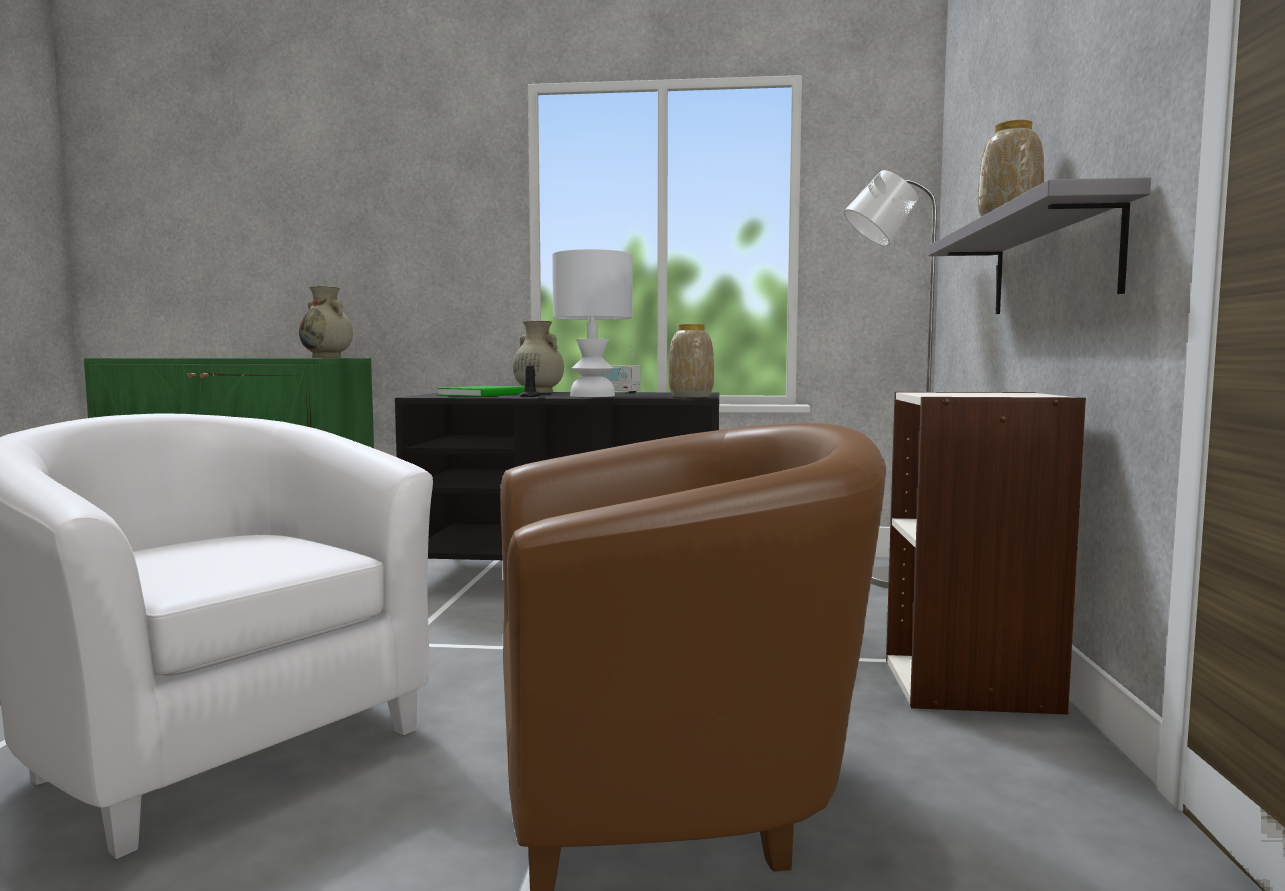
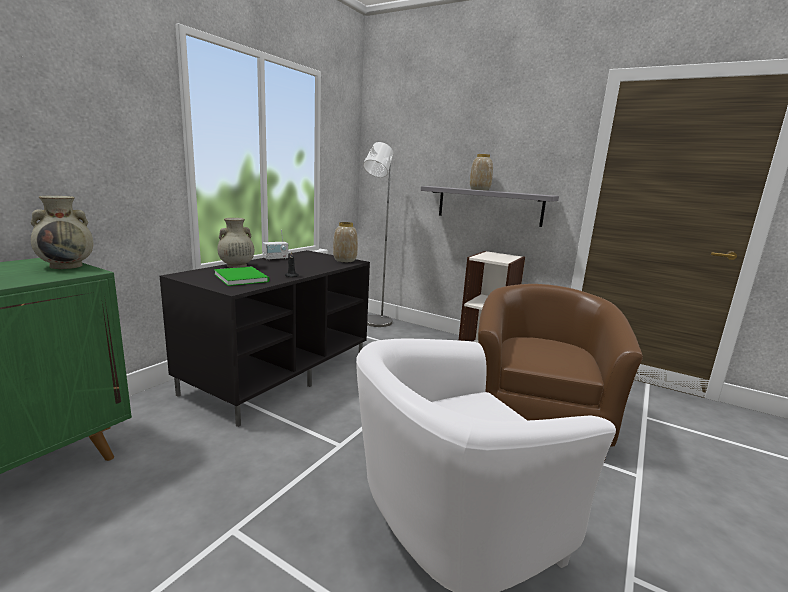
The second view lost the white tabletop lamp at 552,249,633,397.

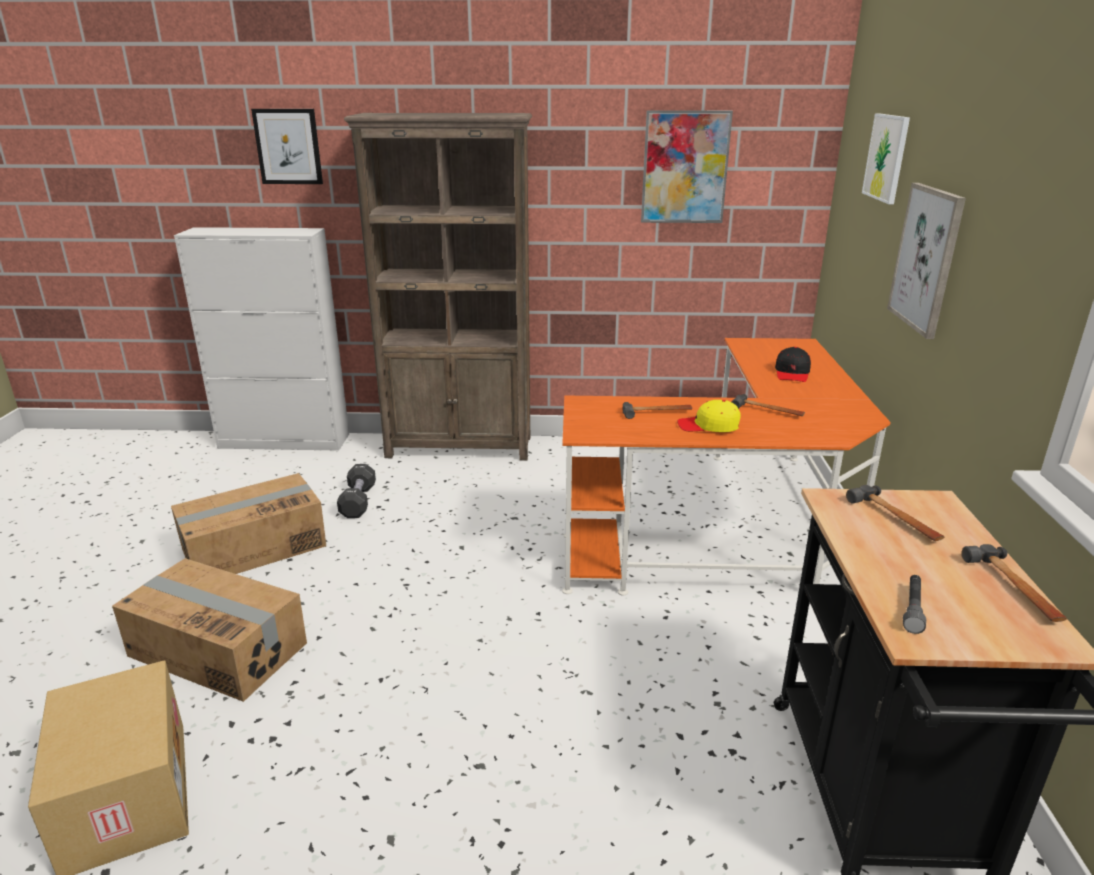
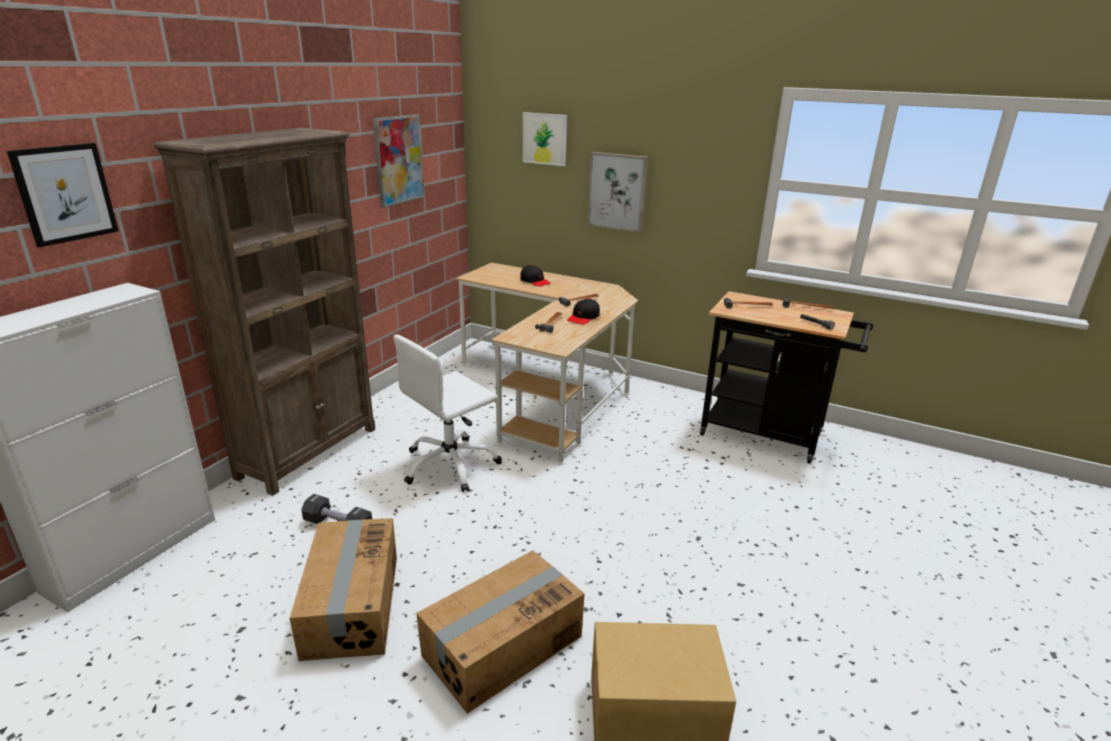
What was the orange desk unit at 562,338,891,596 turned into the sand-coloured desk unit at 456,263,638,465.
What was the yellow-coloured baseball cap at 678,400,741,432 turned into the blackish baseball cap at 567,298,600,325.
The second view gained the white computer chair at 393,335,502,492.

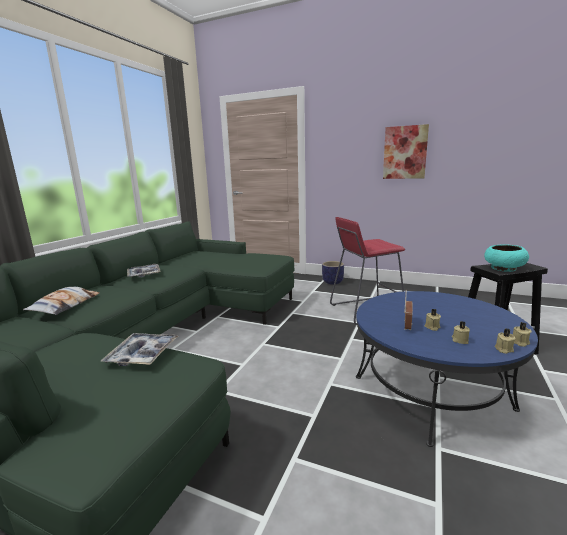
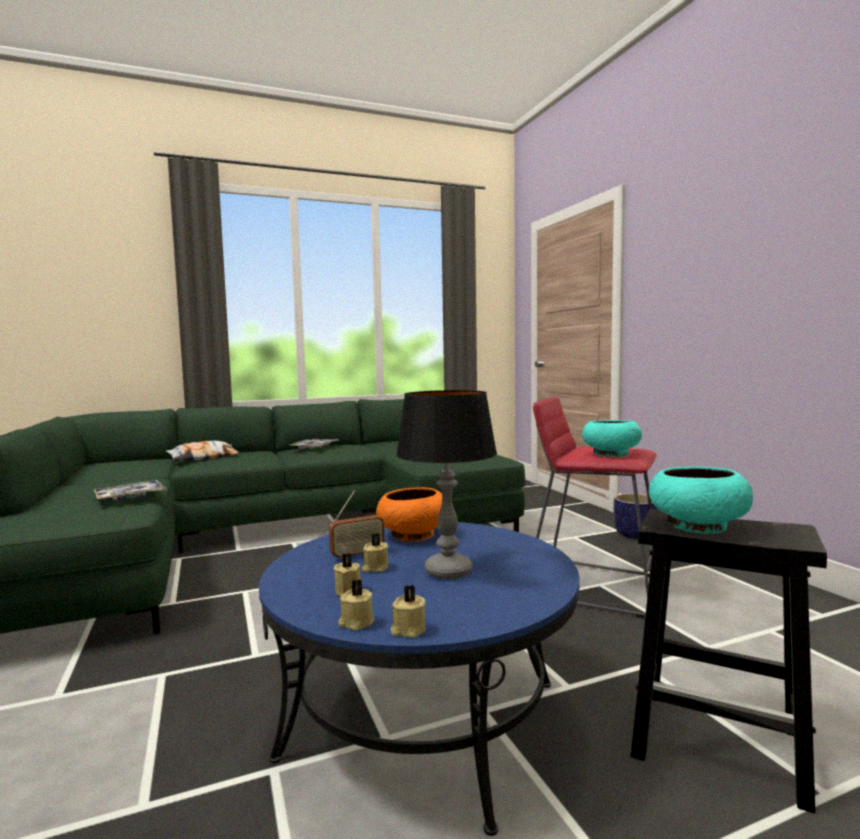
The second view lost the picture at 383,124,429,179.
The second view gained the orange deep dish at 376,487,442,542.
The second view gained the tabletop lamp at 396,390,497,579.
The second view gained the blue-green deep dish at 582,420,642,457.

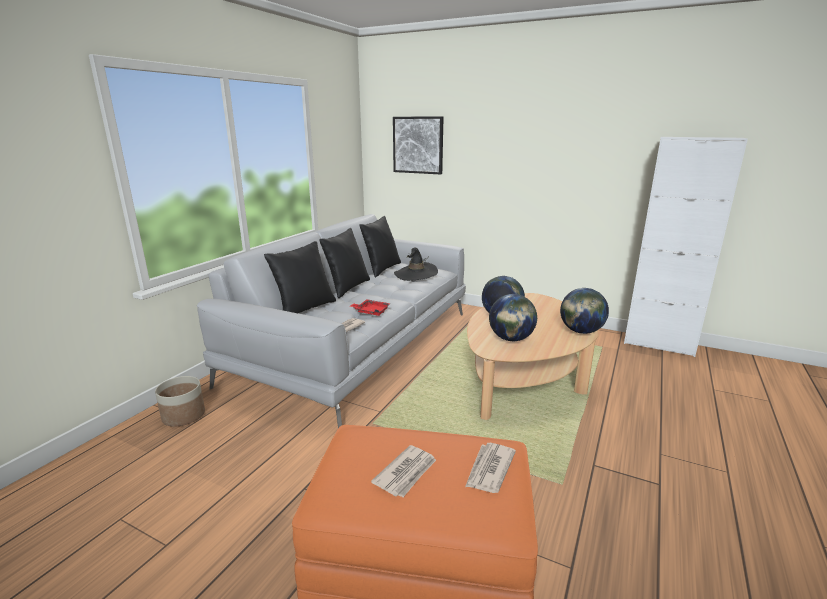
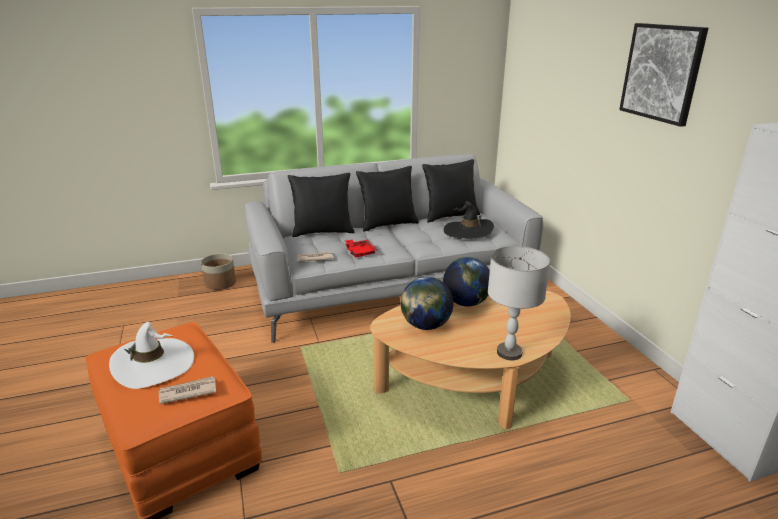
Where the newspaper stood at 371,445,436,497, the white clothing hat came to stand at 109,322,194,389.
The picture ended up elsewhere, having gone from 393,116,444,174 to 619,23,708,127.
Where the world globe stood at 560,288,609,334, the gray tabletop lamp came to stand at 488,246,550,360.

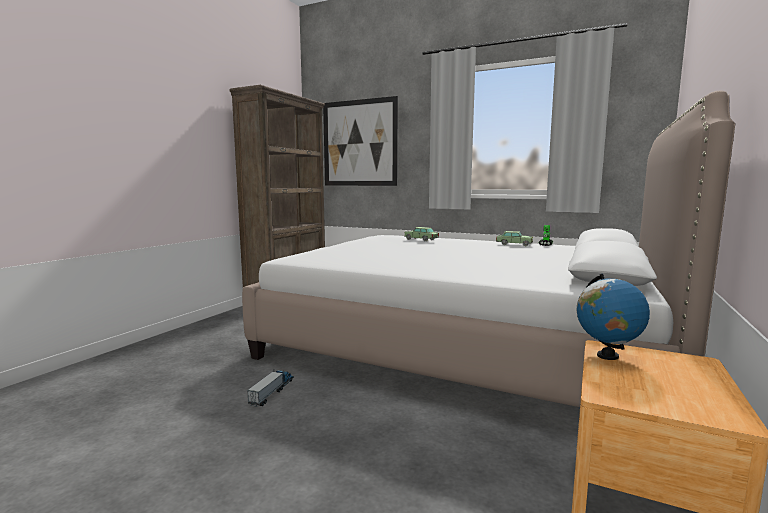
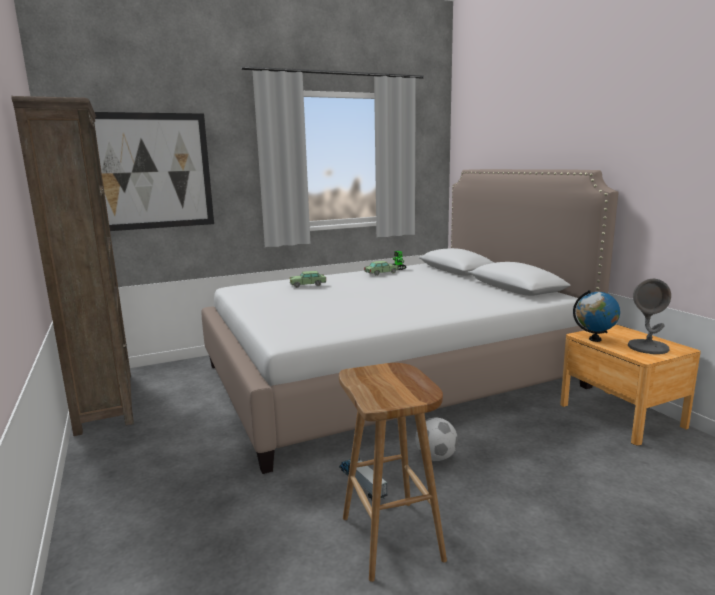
The second view gained the brown sitting stool at 339,363,447,582.
The second view gained the football at 415,418,458,461.
The second view gained the gray tabletop lamp at 628,279,671,354.

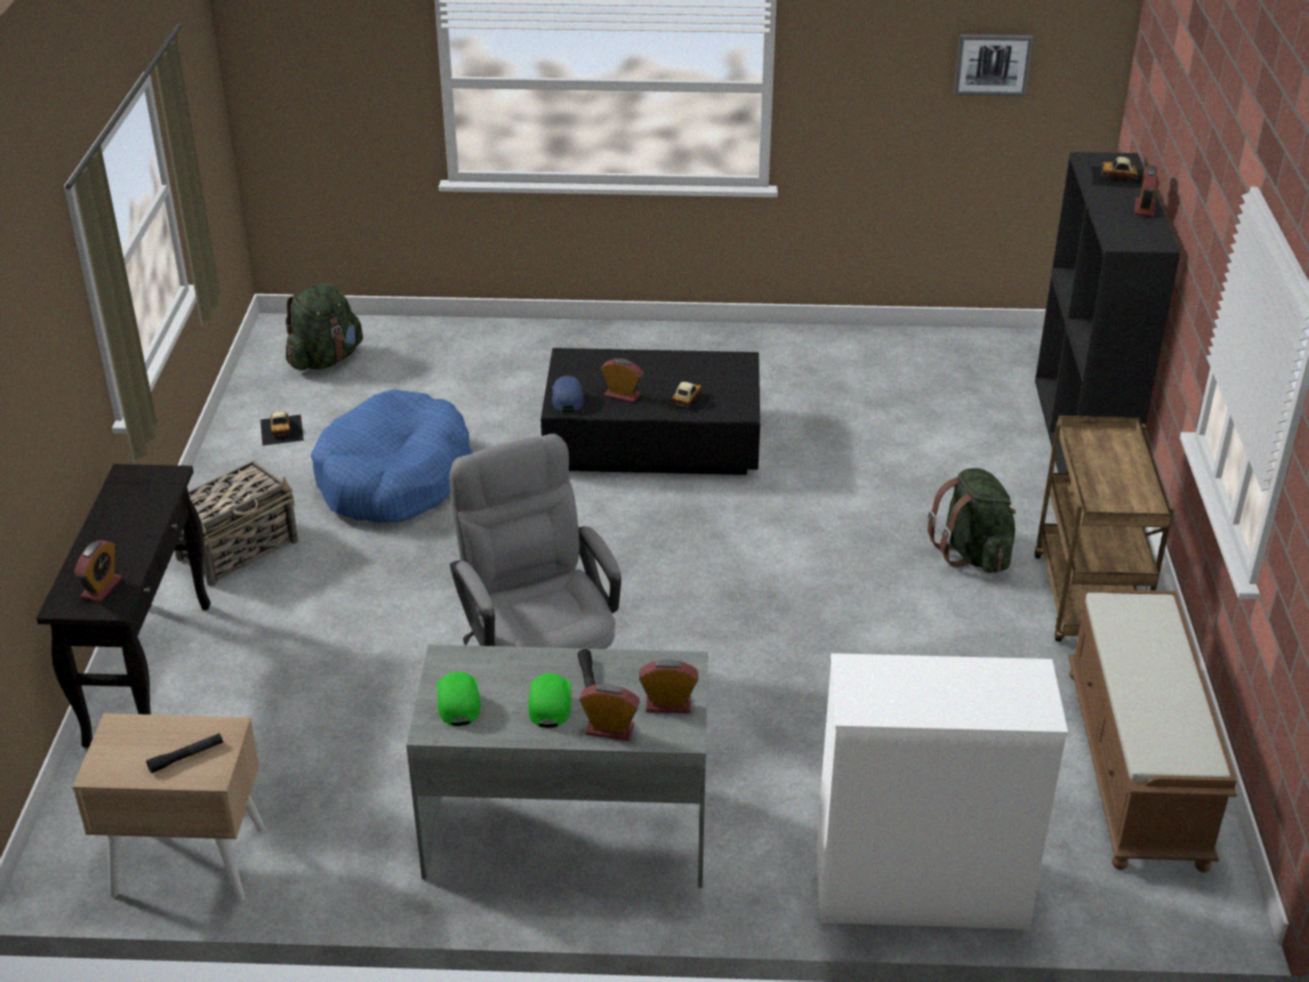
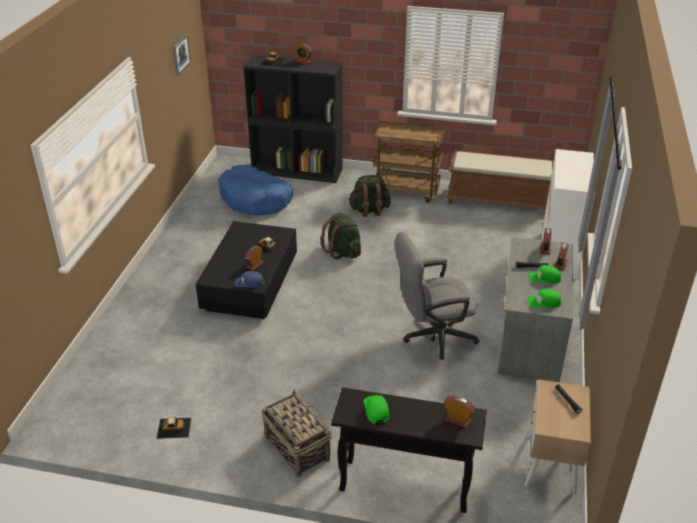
The green-coloured rucksack ended up elsewhere, having gone from 285,283,363,370 to 320,213,361,259.
The bluish dog bed ended up elsewhere, having gone from 311,389,472,523 to 218,165,293,216.
The second view gained the green-coloured baseball cap at 364,395,389,425.

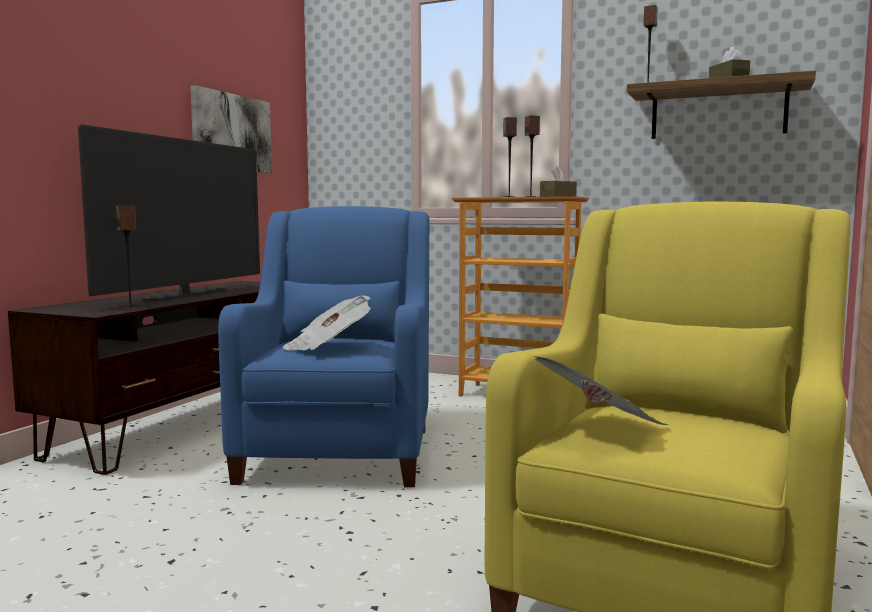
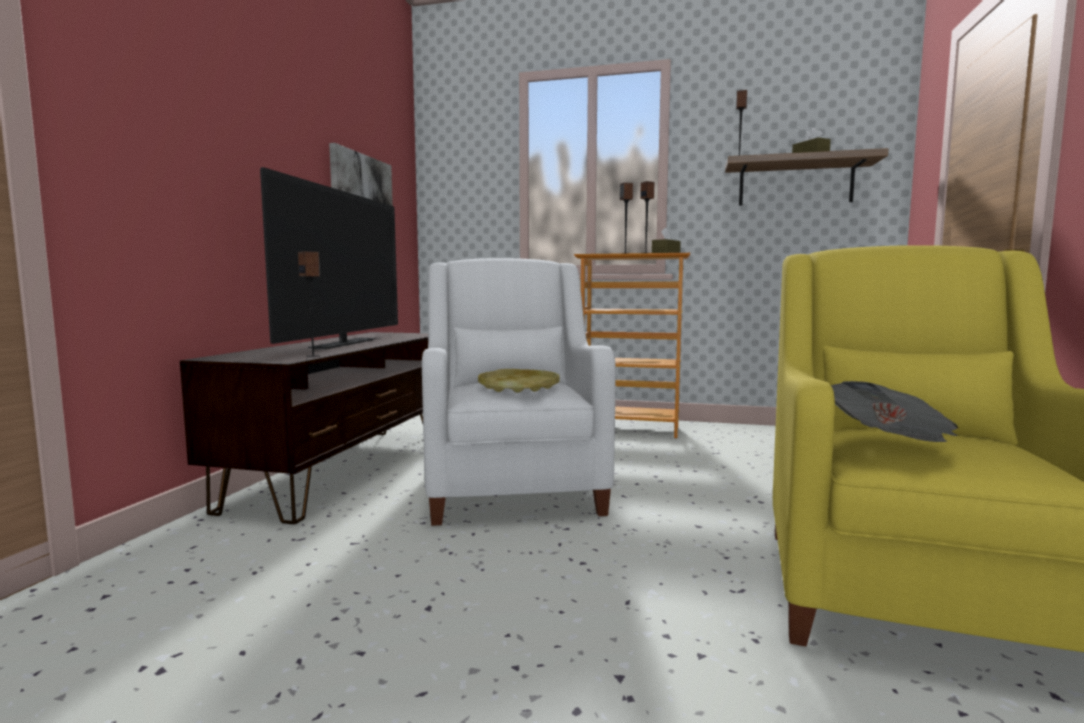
What was the bluish easy chair at 218,206,429,487 turned into the white easy chair at 422,258,616,526.
Where the newspaper stood at 283,295,370,351, the yellow-coloured serving tray came to stand at 478,369,560,393.

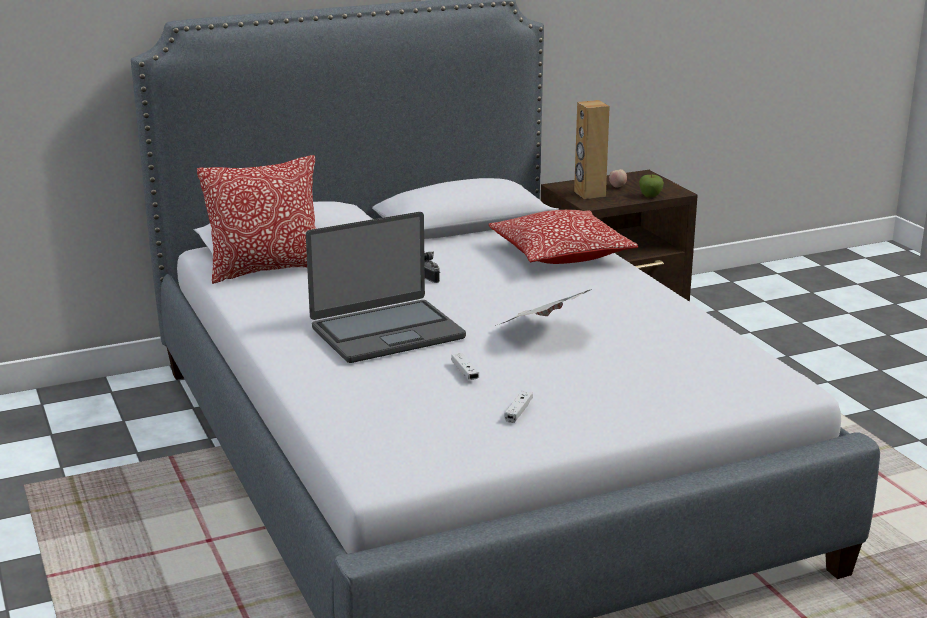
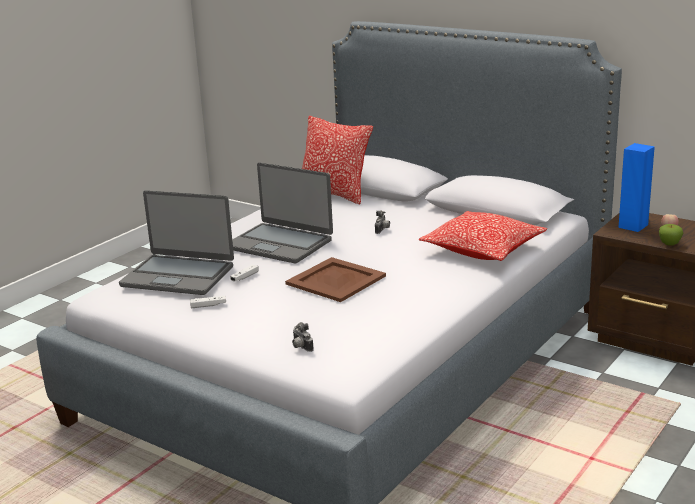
Where the newspaper stood at 495,289,592,326, the brown serving tray came to stand at 285,257,386,302.
What was the brown loudspeaker at 574,100,610,199 turned into the bluish loudspeaker at 618,143,655,232.
The second view gained the portable computer at 119,190,234,295.
The second view gained the still camera at 292,322,314,352.

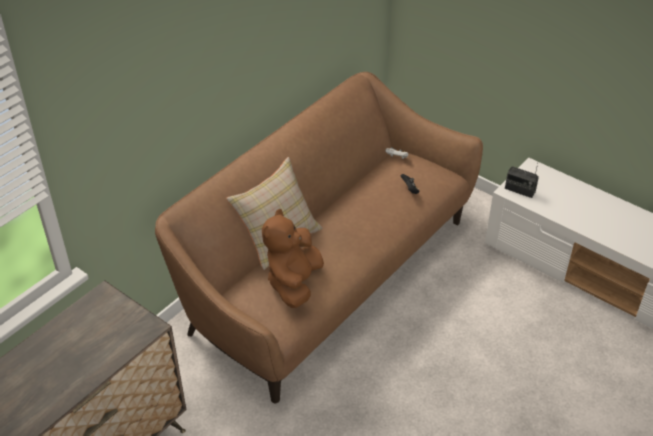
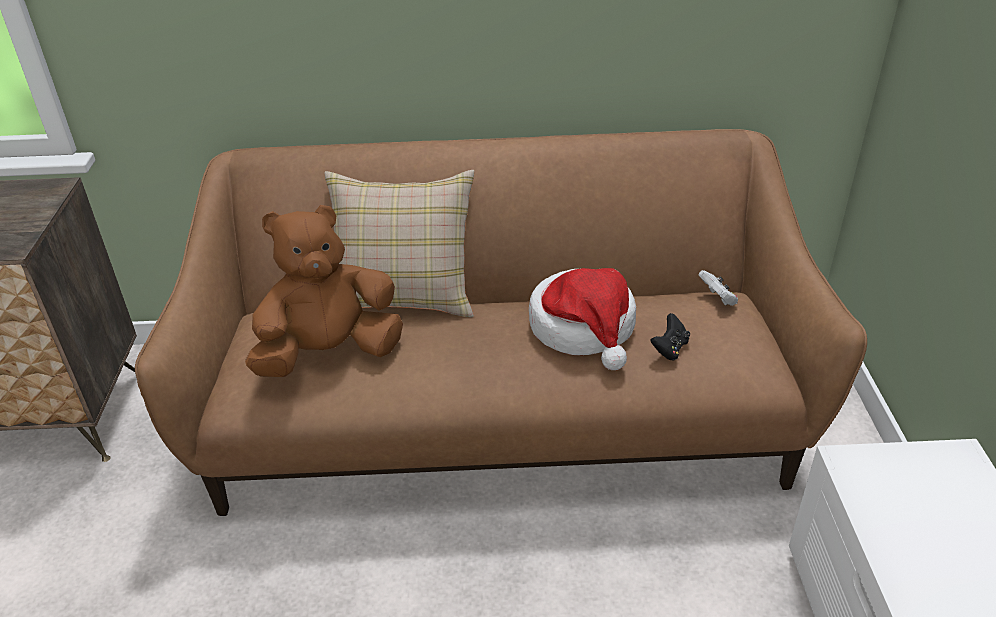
The second view lost the radio set at 505,163,539,198.
The second view gained the clothing hat at 529,268,636,370.

